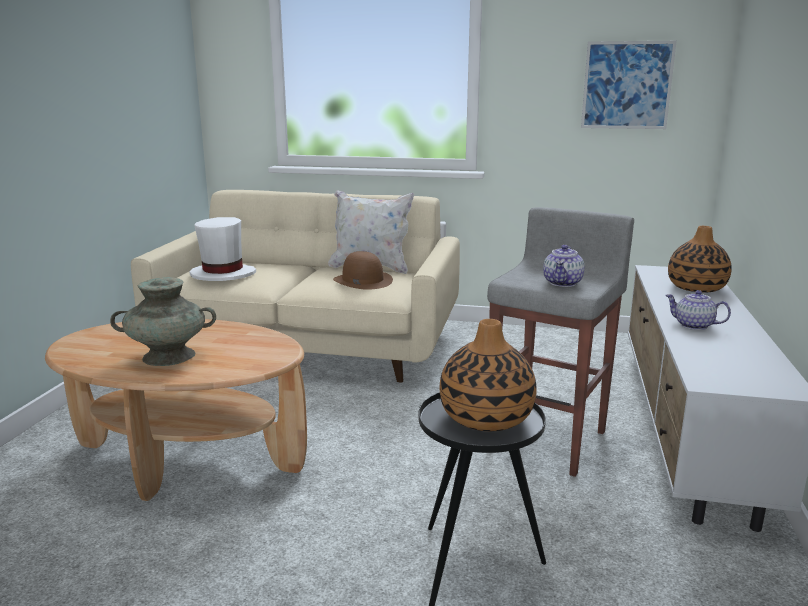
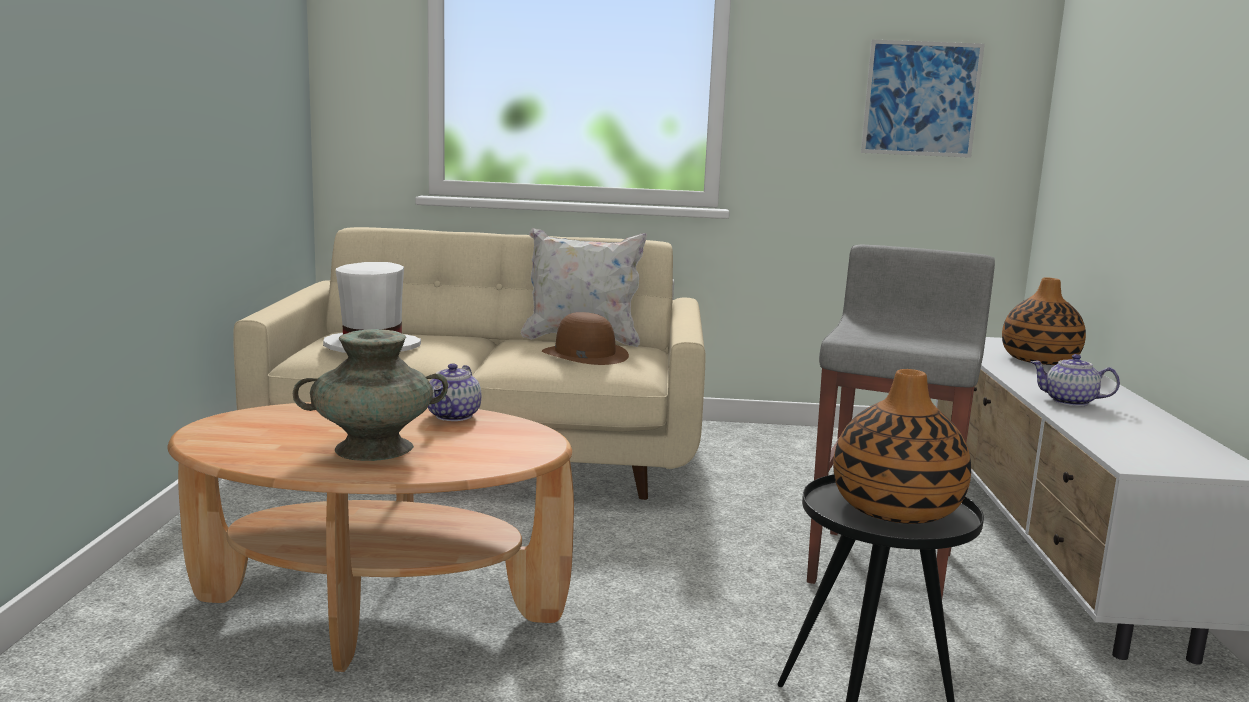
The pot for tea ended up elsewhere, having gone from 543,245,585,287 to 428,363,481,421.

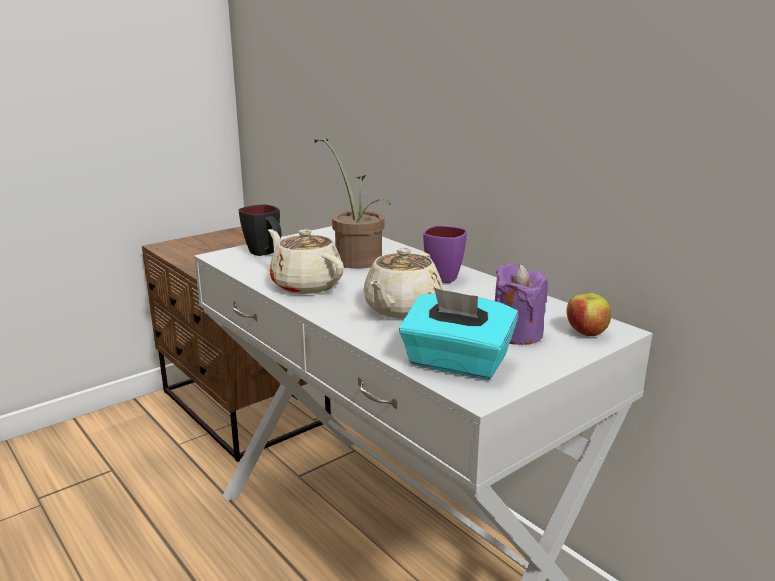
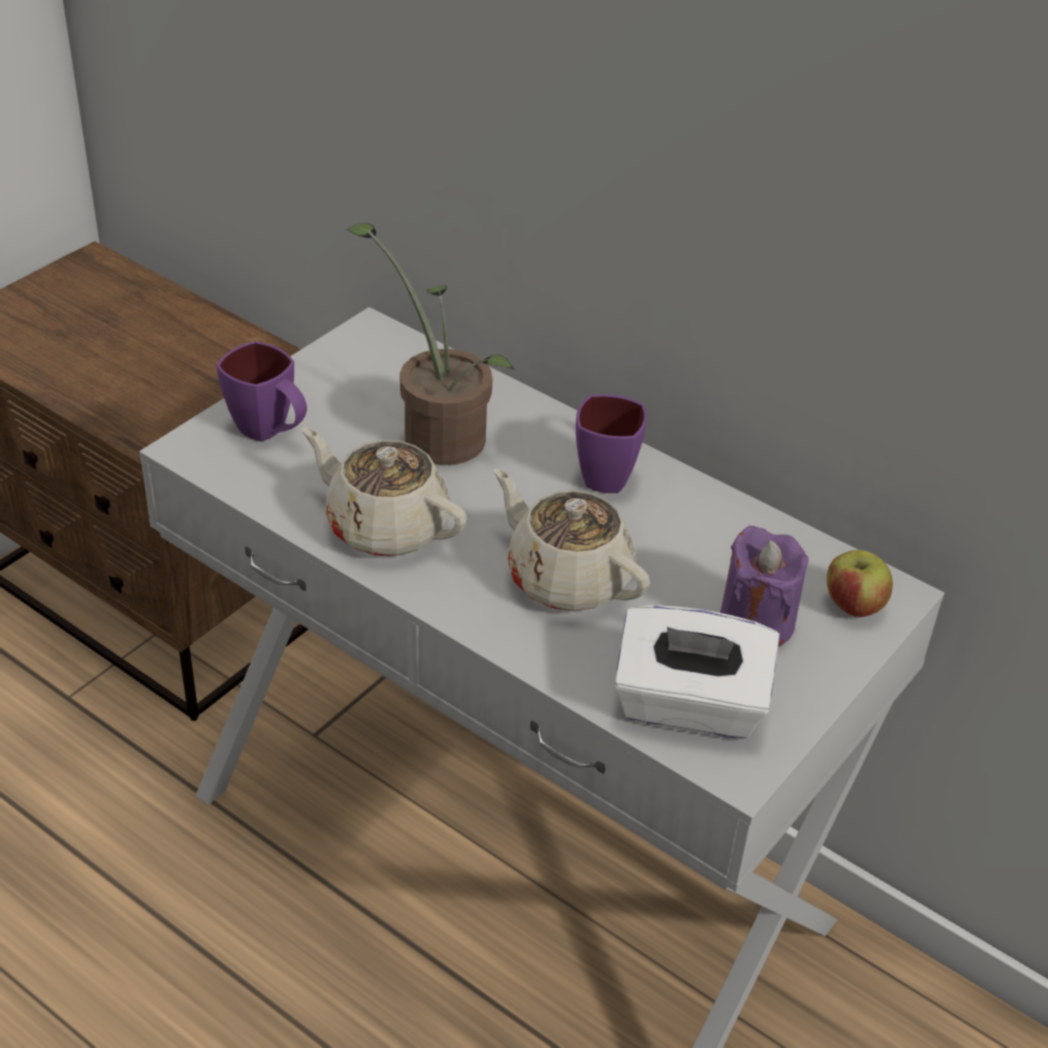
What was the blackish mug at 239,204,282,256 turned into the purplish mug at 217,341,307,442.
The sand-coloured pot for tea at 363,248,443,318 ended up facing another way, 120 degrees clockwise from before.
What was the blue-green box of tissues at 399,288,518,380 turned into the white box of tissues at 614,605,779,739.

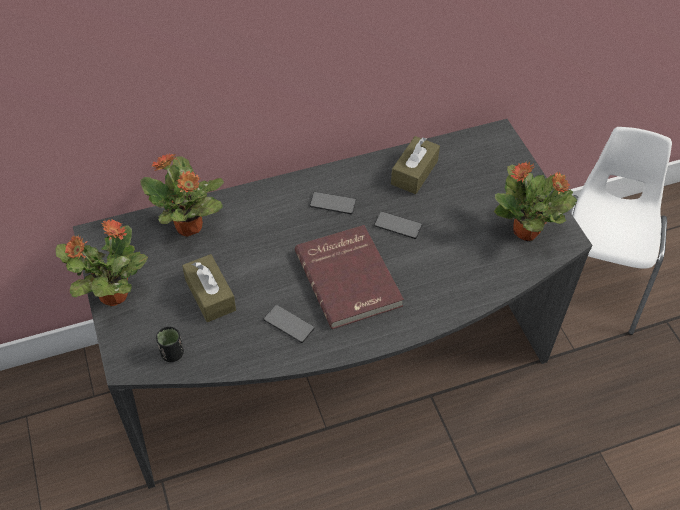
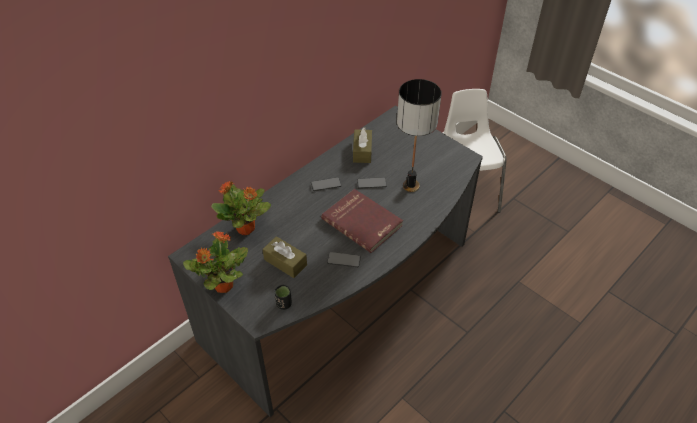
The second view lost the houseplant at 494,162,577,241.
The second view gained the tabletop lamp at 397,79,442,192.

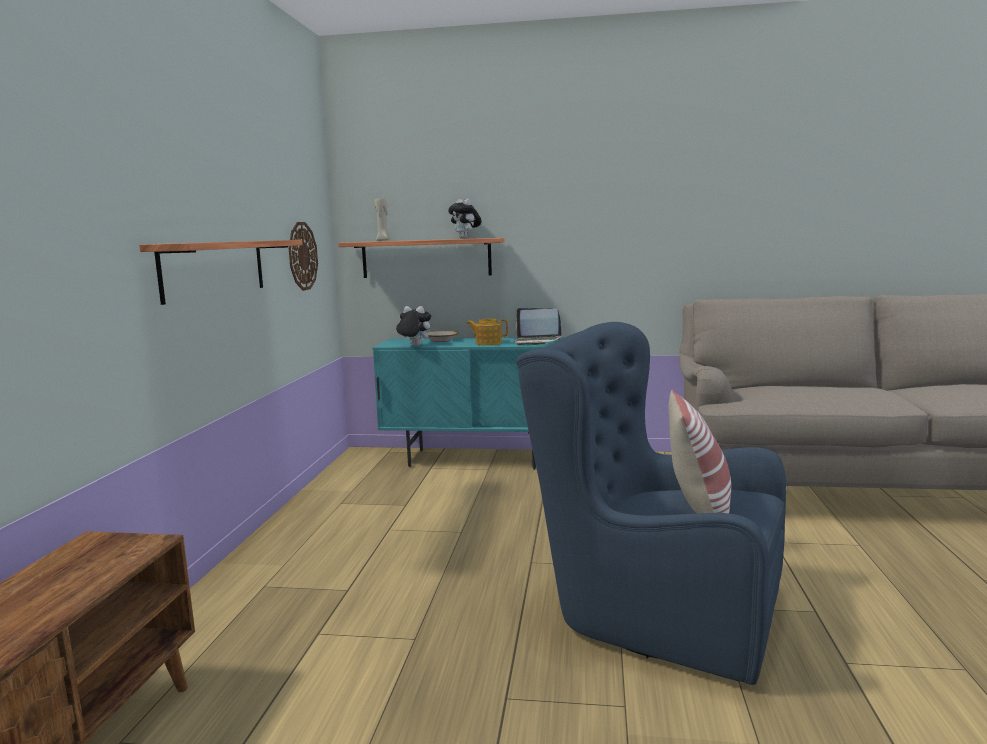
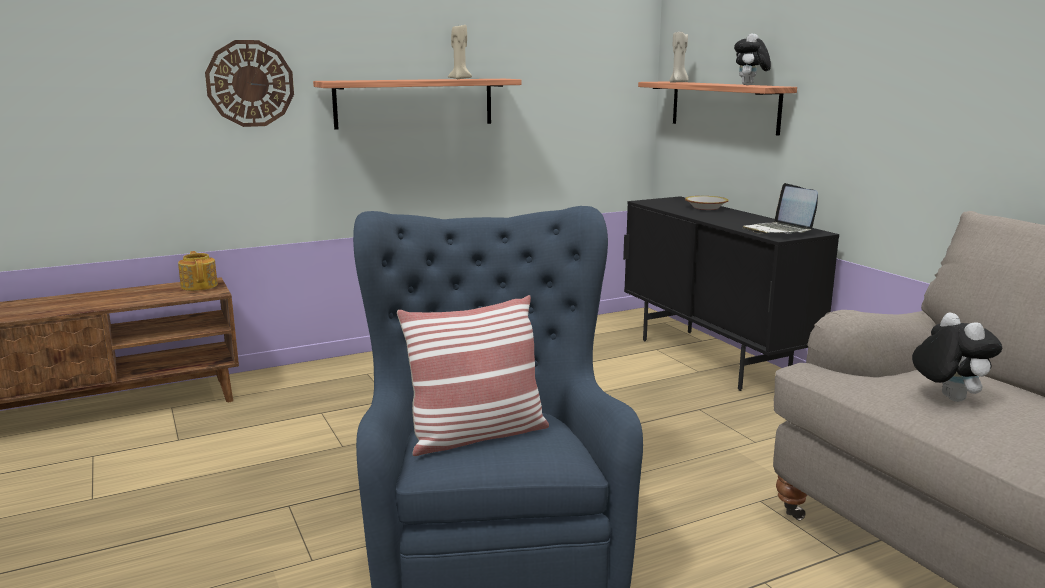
The hanging clock ended up elsewhere, having gone from 289,222,318,291 to 205,40,294,127.
What was the blue-green cabinet at 372,337,565,469 turned into the blackish cabinet at 623,196,839,391.
The cuddly toy ended up elsewhere, having gone from 396,306,431,346 to 912,312,1002,402.
The pot for tea ended up elsewhere, having gone from 467,319,508,345 to 178,251,218,291.
The second view gained the sand-coloured wax candle at 448,25,472,79.

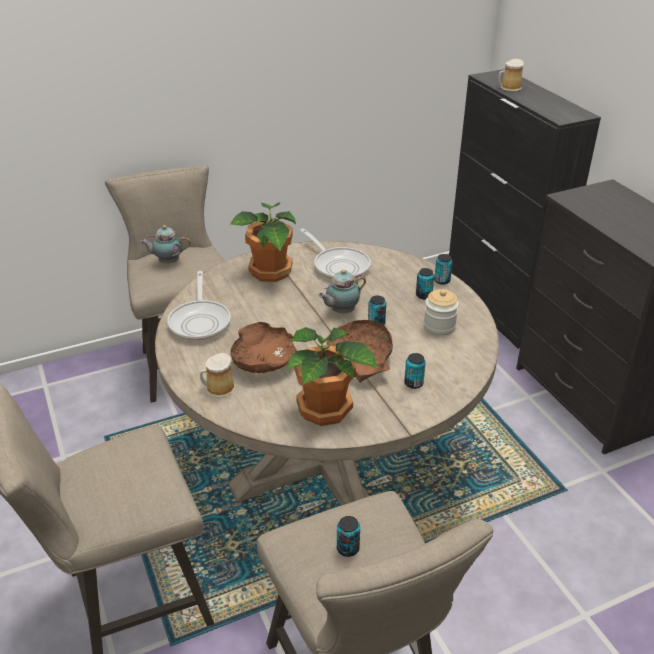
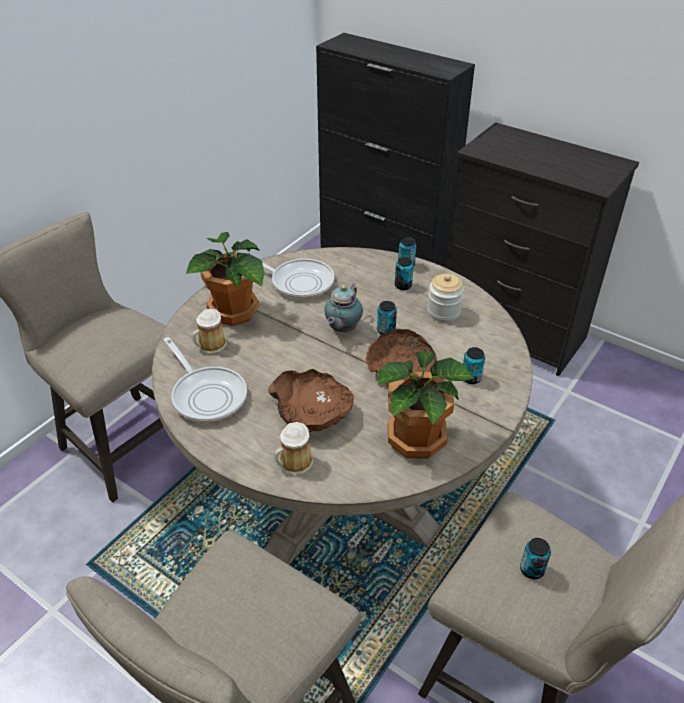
The second view lost the pot for tea at 140,225,191,264.
The mug ended up elsewhere, having gone from 498,59,524,92 to 192,309,227,354.

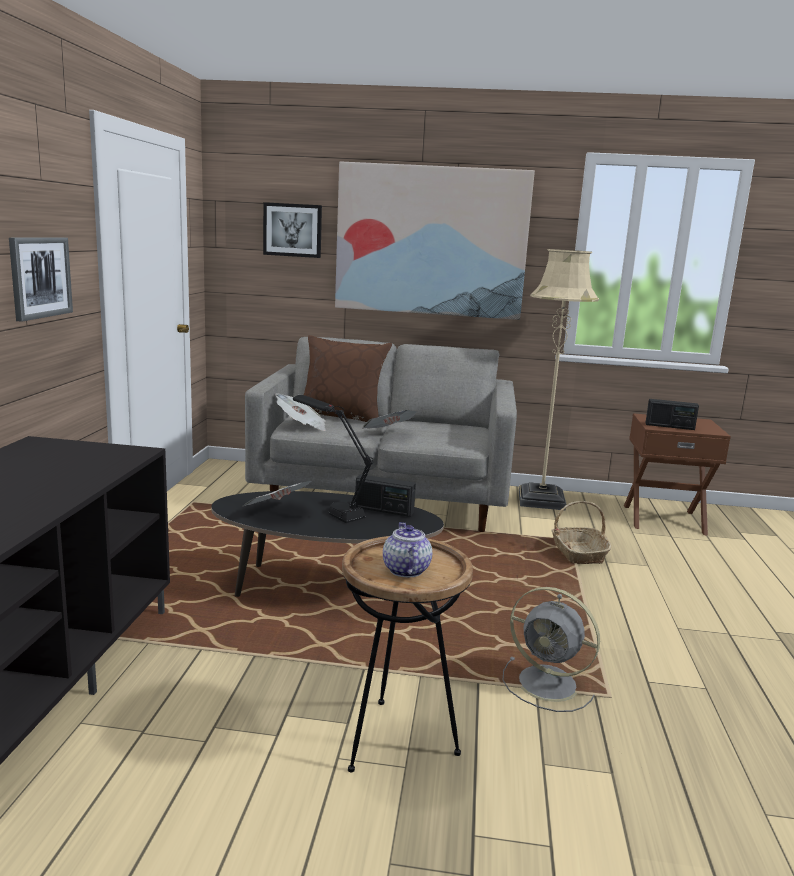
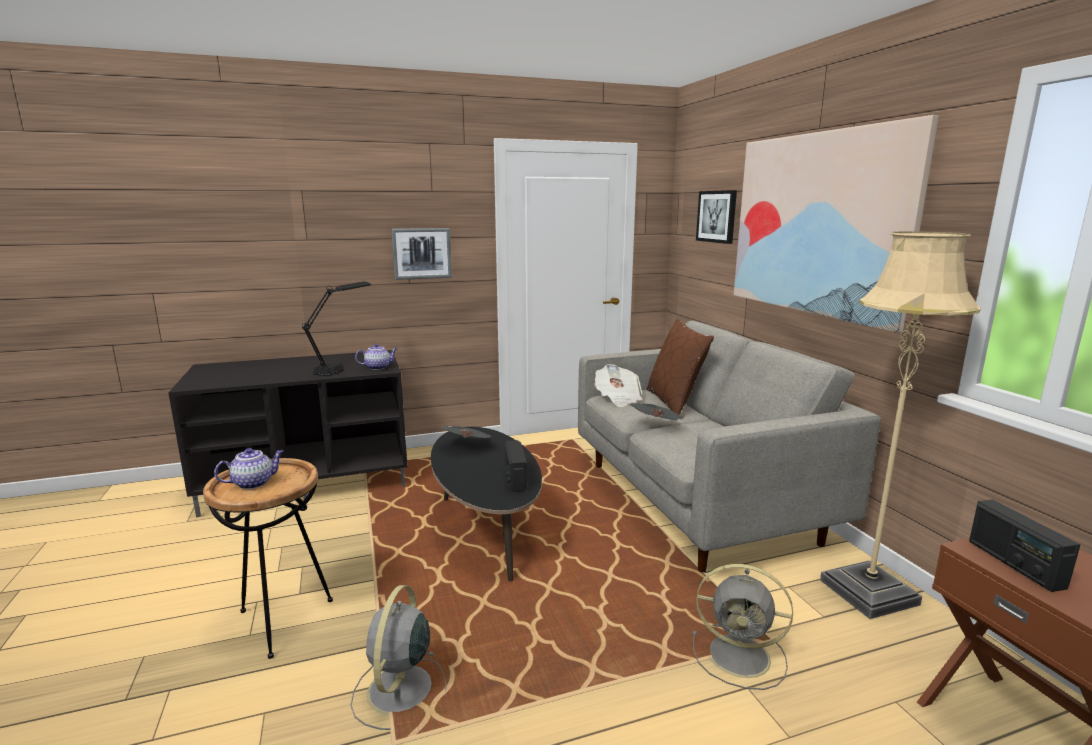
The blackish tabletop lamp ended up elsewhere, having gone from 293,395,373,523 to 302,281,371,376.
Where the storage basket stood at 552,501,611,564, the gray cooling fan came to stand at 693,564,793,690.
The second view gained the pot for tea at 355,344,398,370.

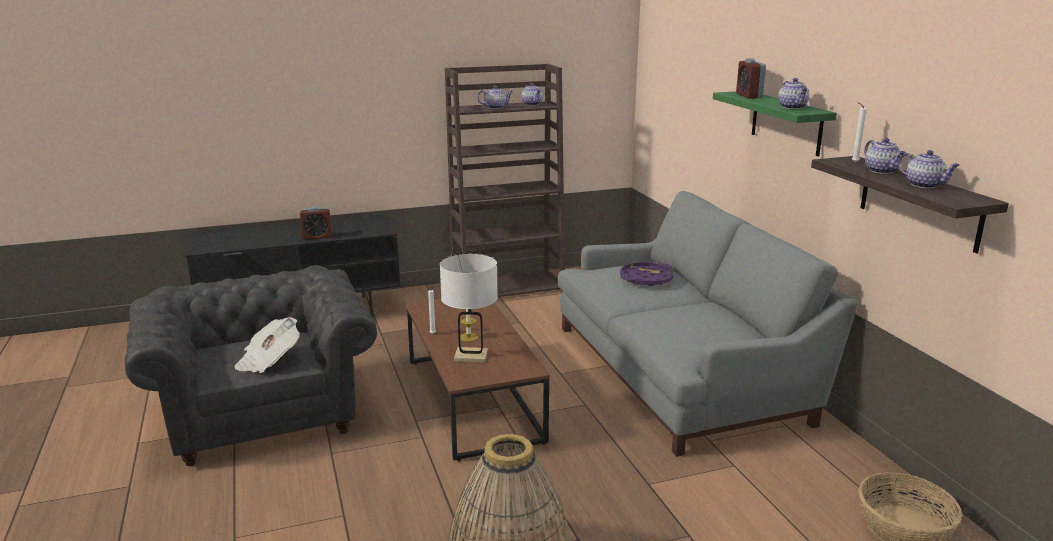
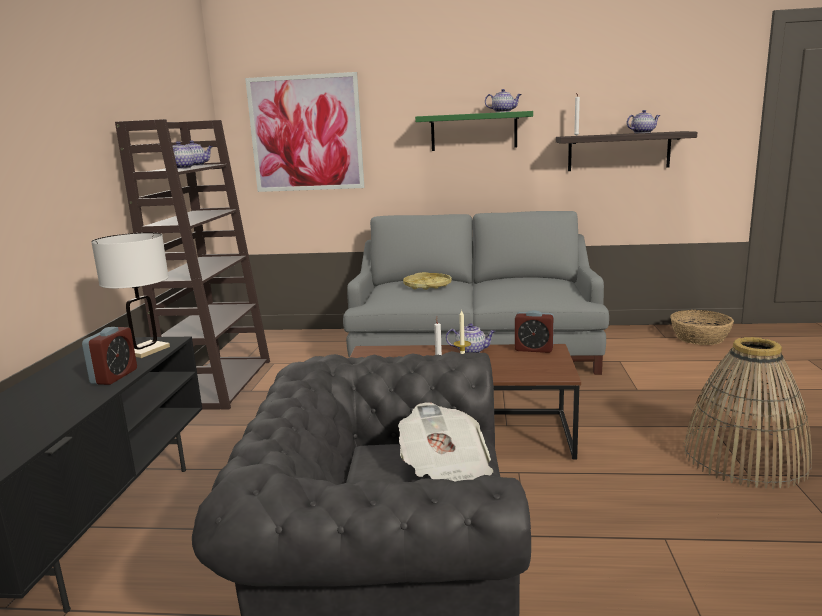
The white tabletop lamp ended up elsewhere, having gone from 440,253,498,362 to 91,232,170,358.
What was the purplish serving tray at 620,262,674,286 turned into the yellow-coloured serving tray at 403,272,452,290.
The bedside clock ended up elsewhere, having gone from 736,58,766,99 to 515,310,554,353.
The pot for tea ended up elsewhere, having gone from 864,138,906,174 to 446,323,496,353.
The second view gained the picture at 245,72,364,192.

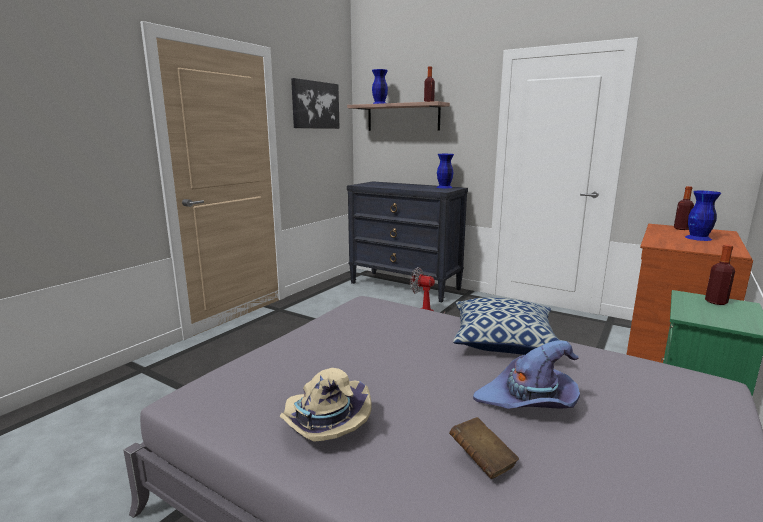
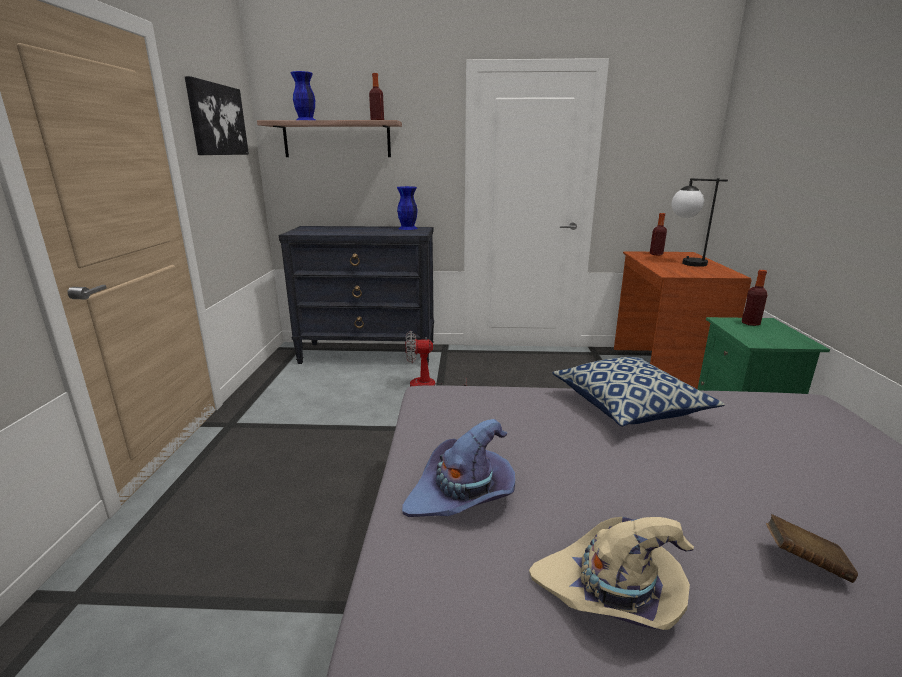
The purplish clothing hat ended up elsewhere, having gone from 473,340,580,409 to 402,419,515,517.
Where the bluish flower vase stood at 685,191,721,241, the tabletop lamp came to stand at 671,178,728,267.

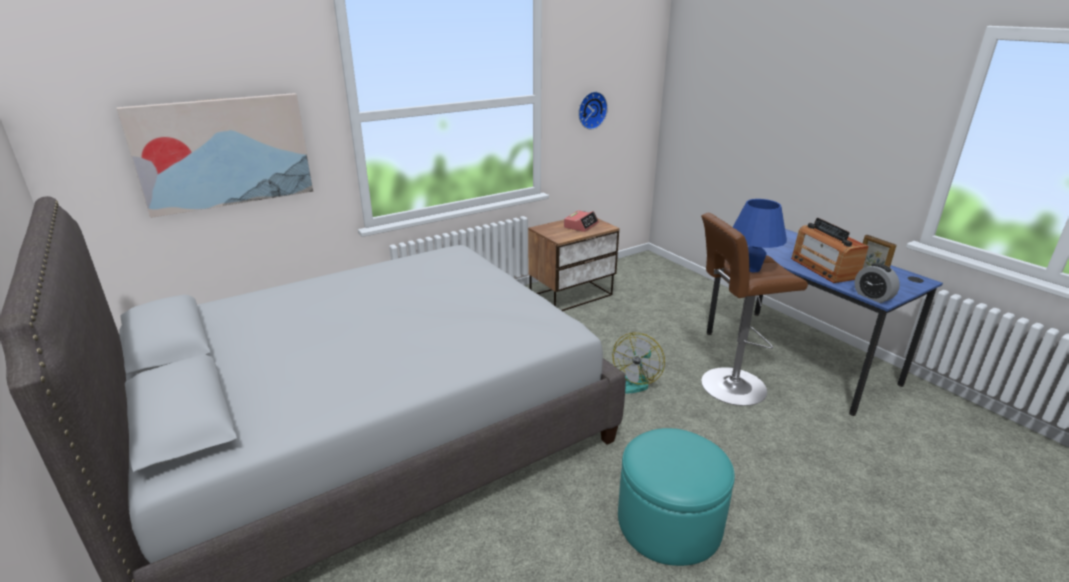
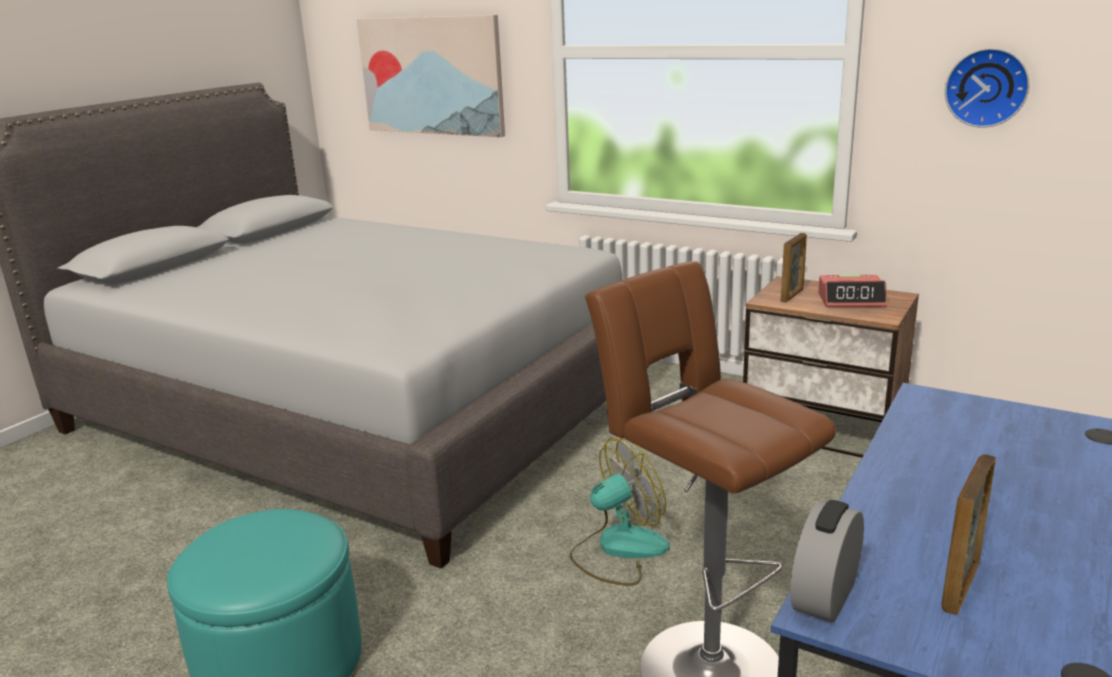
The cooling fan at 612,333,665,393 ended up facing another way, 150 degrees clockwise from before.
The second view lost the bluish tabletop lamp at 733,199,787,272.
The second view lost the radio set at 791,218,869,283.
The second view gained the standing frame at 780,233,807,303.

